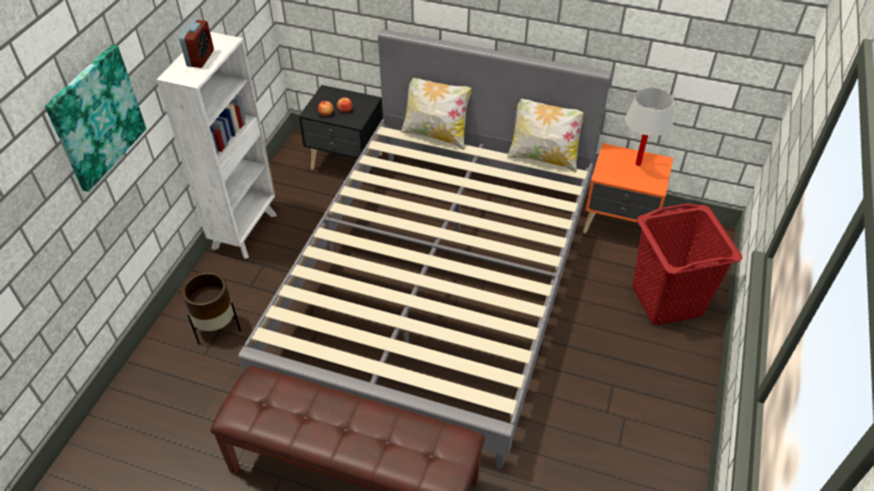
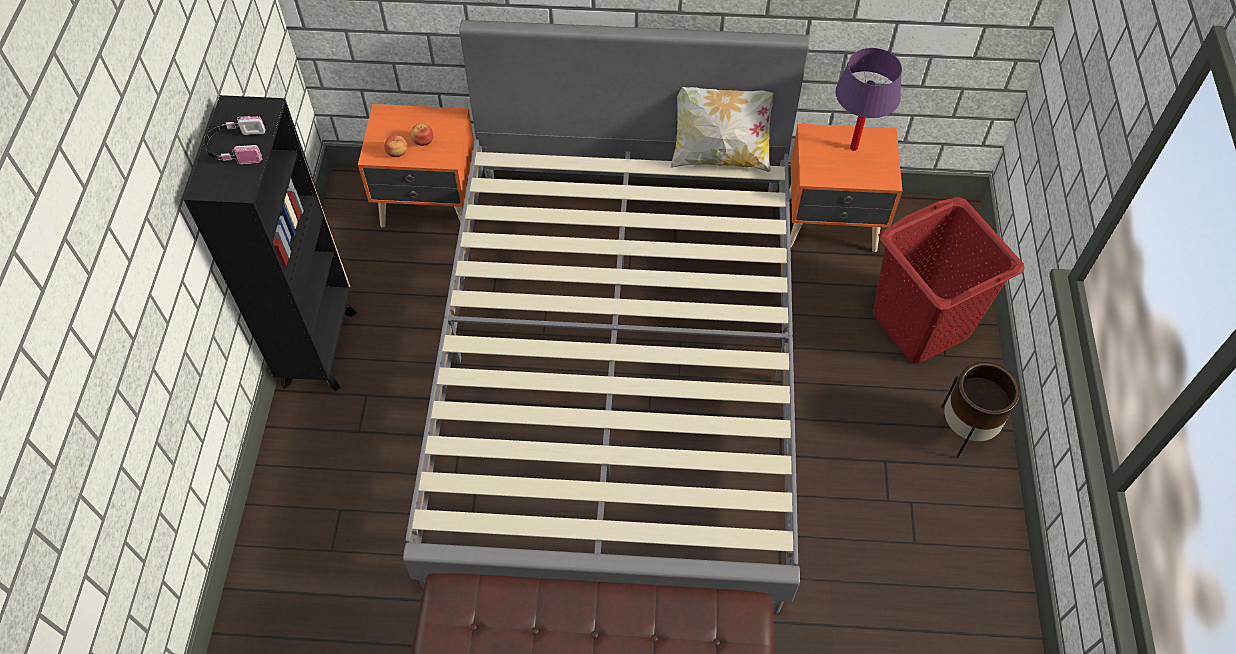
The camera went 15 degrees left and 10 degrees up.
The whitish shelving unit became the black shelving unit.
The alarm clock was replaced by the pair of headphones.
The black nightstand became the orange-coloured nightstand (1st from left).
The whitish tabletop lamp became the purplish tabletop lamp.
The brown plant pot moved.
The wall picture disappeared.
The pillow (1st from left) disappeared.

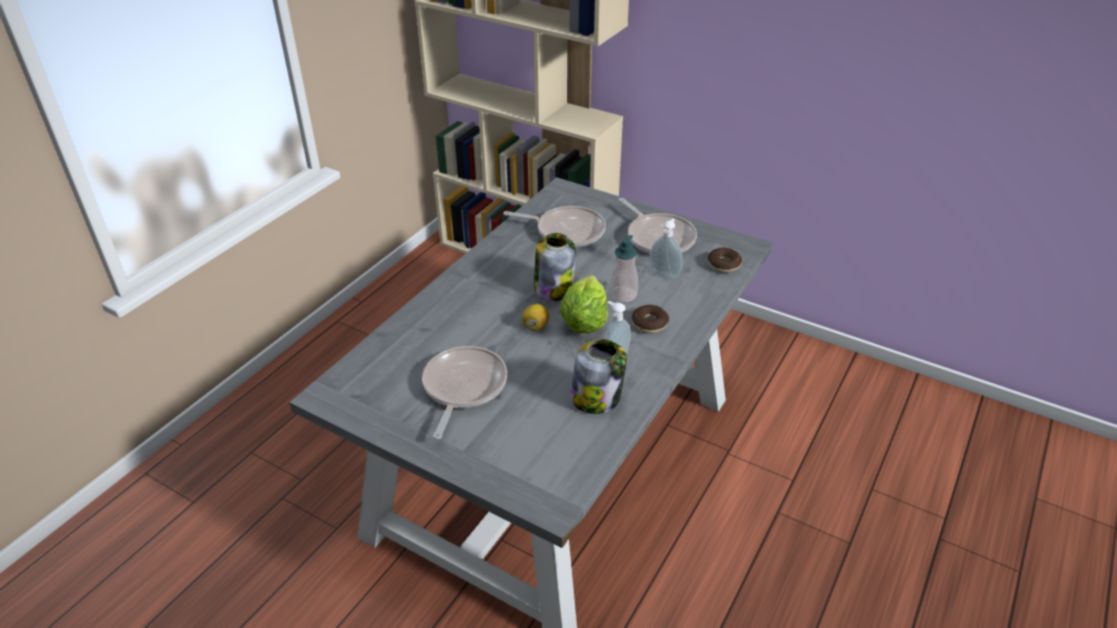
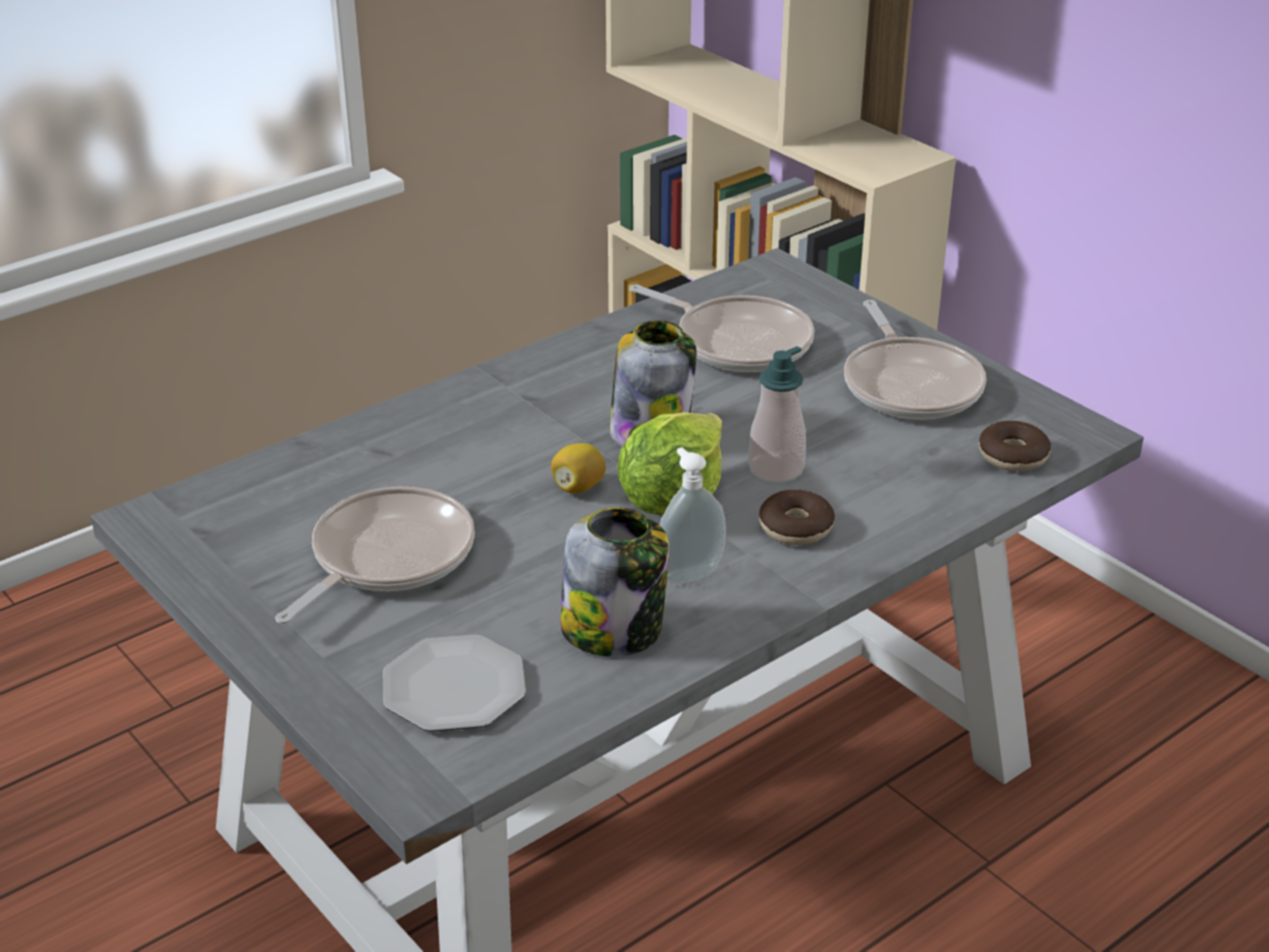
The camera went 20 degrees right and 5 degrees down.
The flat dish appeared.
The soap dispenser (3rd from left) disappeared.

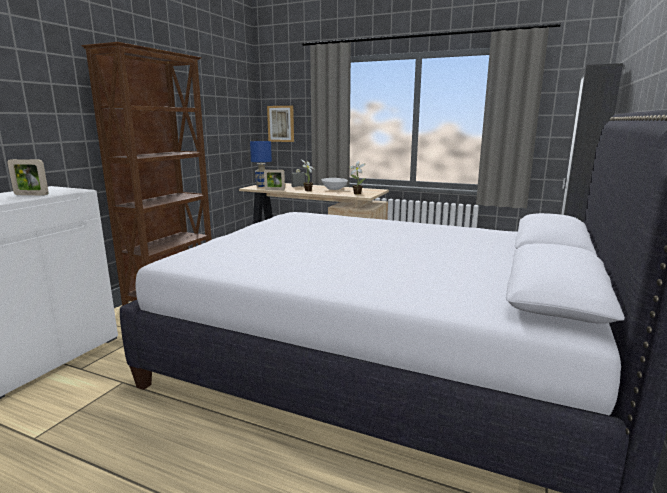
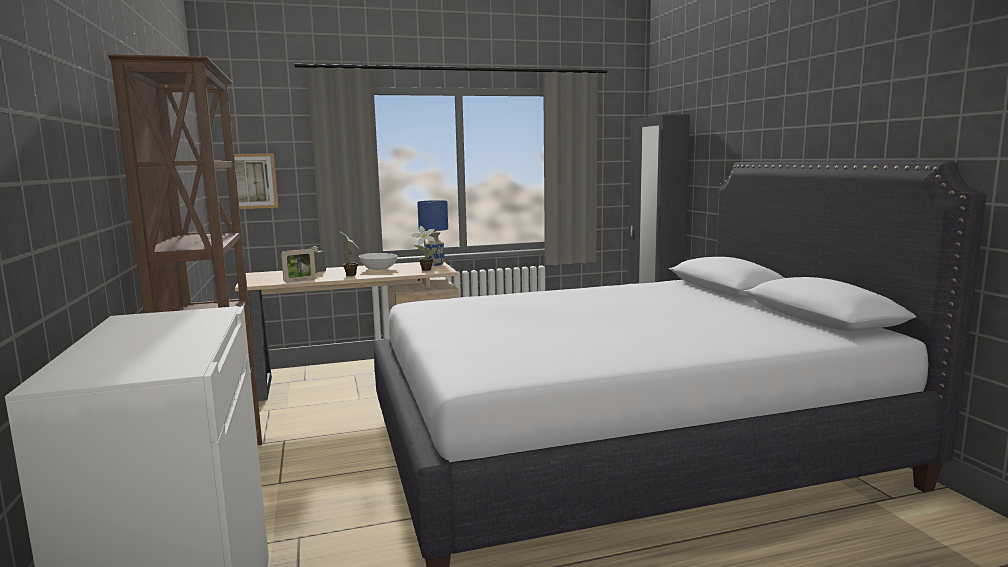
The camera went 40 degrees left and 5 degrees down.
The bluish tabletop lamp moved.
The picture frame (1st from left) disappeared.

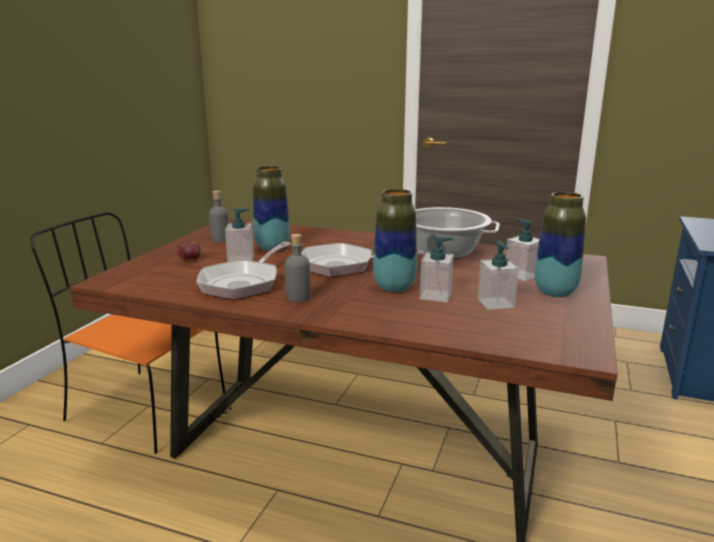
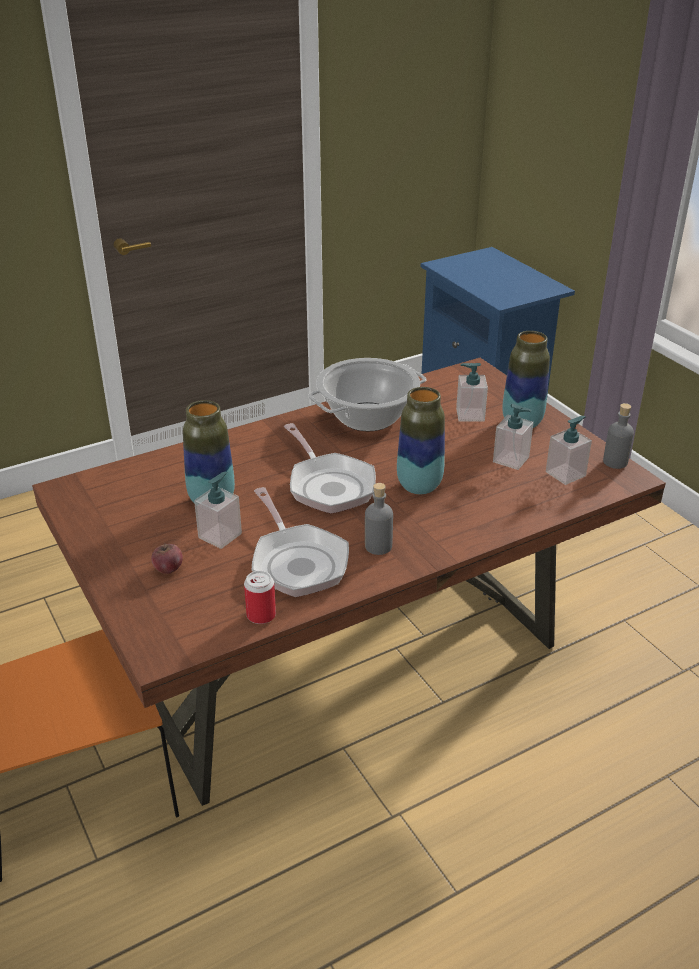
The camera went 50 degrees left and 15 degrees up.
The metal can appeared.
The skillet (2nd from left) turned 75 degrees counterclockwise.
The soap dispenser (2nd from left in the first image) moved.
The gray drink bottle (1st from left in the first image) moved.

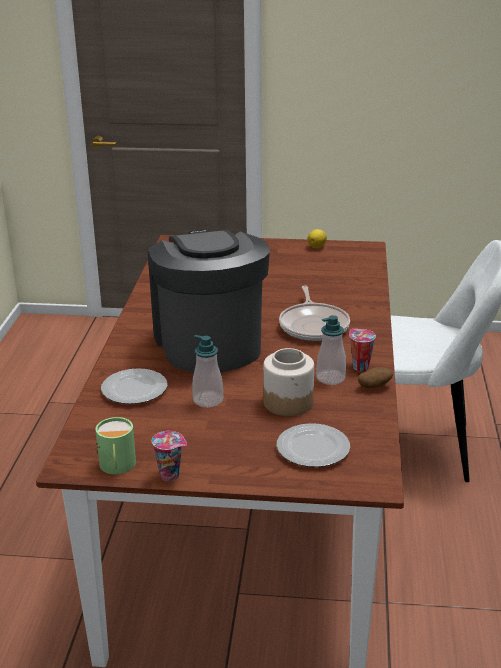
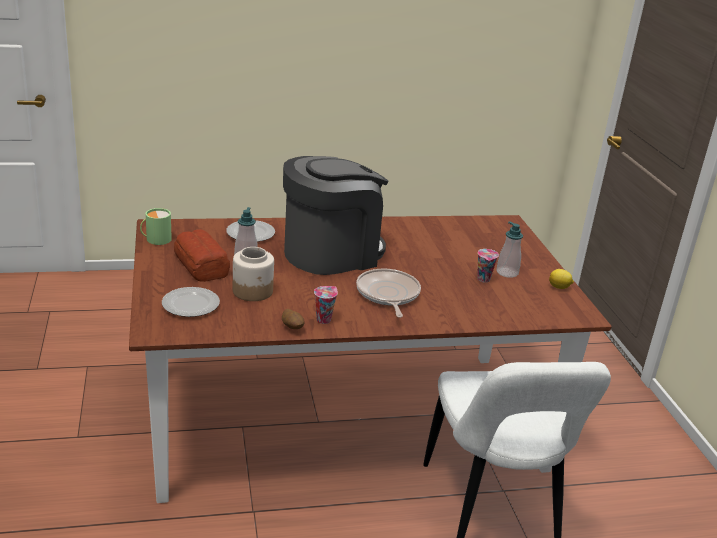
The camera went 70 degrees right and 0 degrees up.
The baked bread appeared.
The skillet turned 105 degrees clockwise.
The small cup (1st from left in the first image) moved.
The soap dispenser (2nd from left) moved.

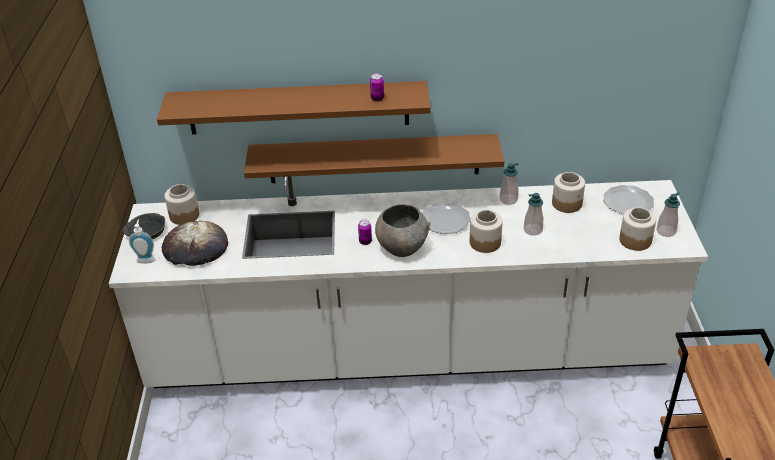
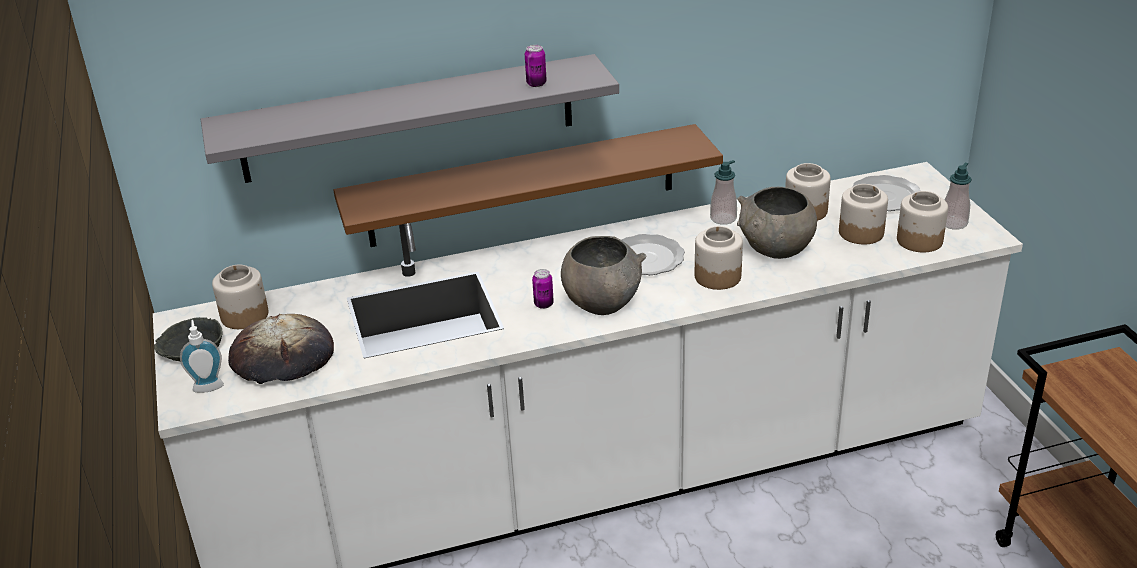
The camera went 15 degrees left and 5 degrees down.
The brown bracket shelf (1st from left) became the gray bracket shelf.
The soap dispenser (3rd from left) was replaced by the gray bowl (3rd from left).
The jar (4th from left) appeared.

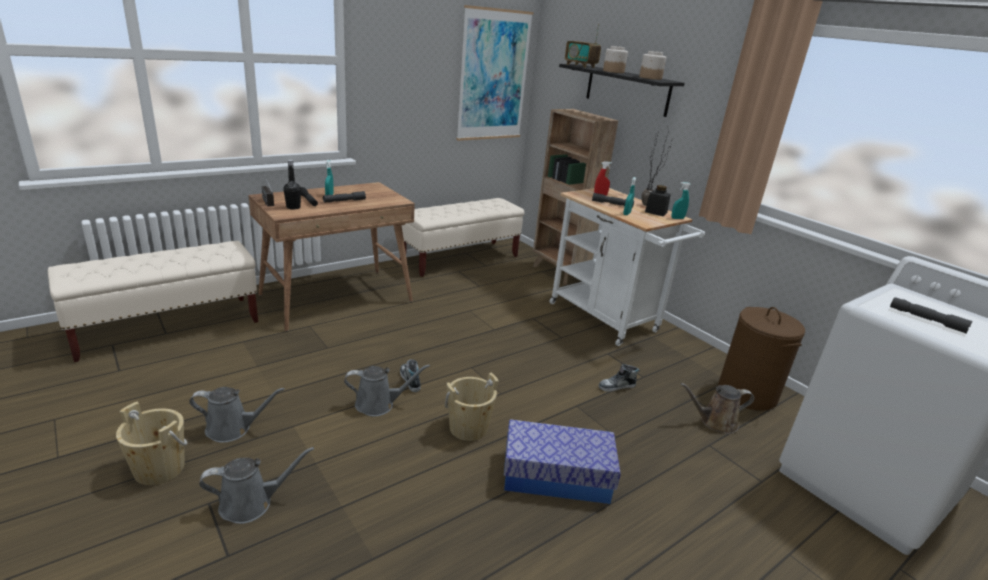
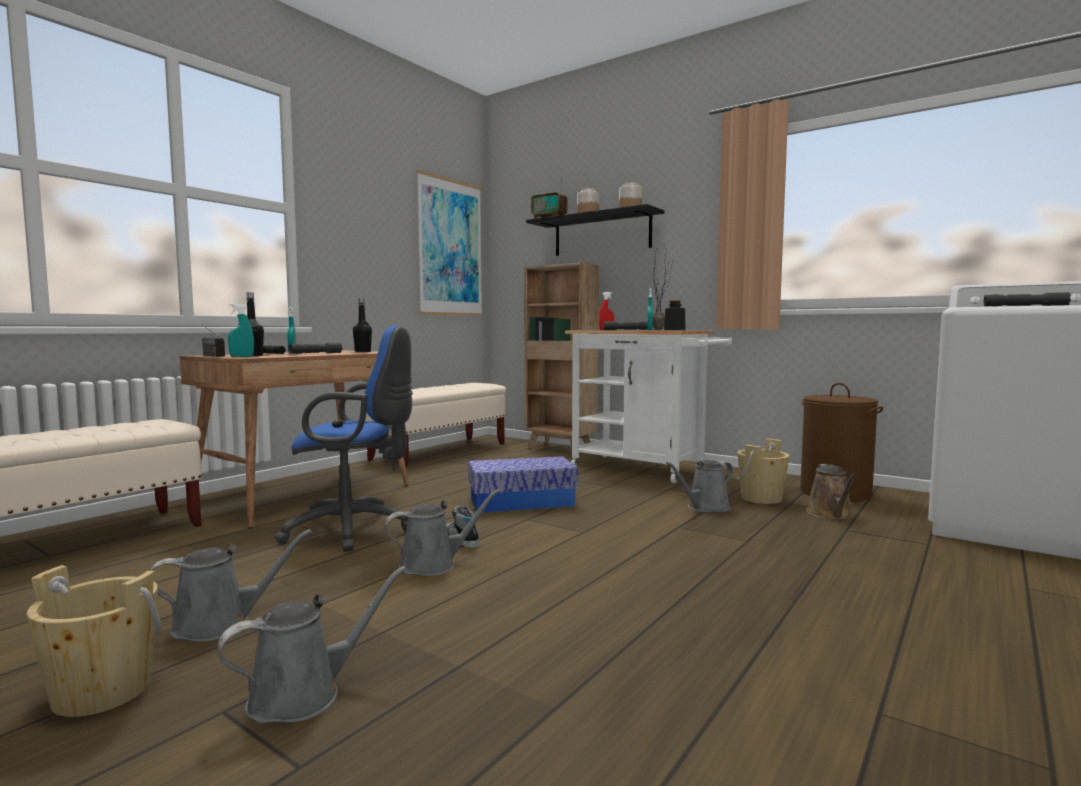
The camera went 15 degrees left and 20 degrees down.
The blue-green spray bottle (3rd from left in the first image) moved.
The bluish desk chair appeared.
The black drink bottle (2nd from left) appeared.
The storage box moved.
The low shoe (2nd from left) was replaced by the gray watering can (4th from left).
The beige-coloured pail (2nd from left) moved.
The brown watering can turned 60 degrees counterclockwise.

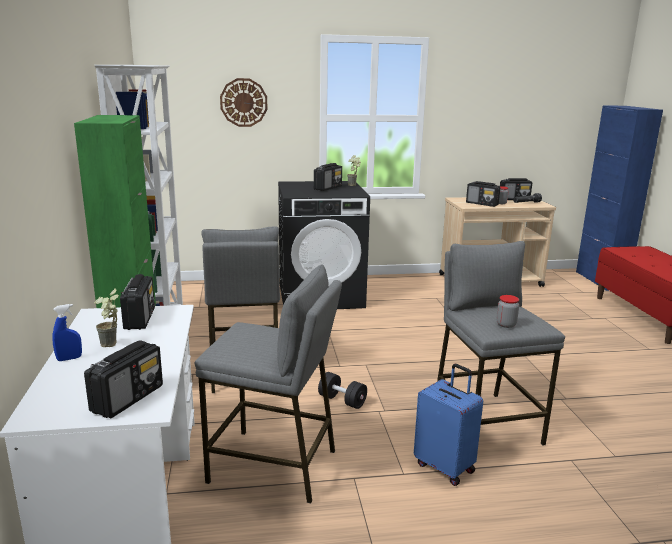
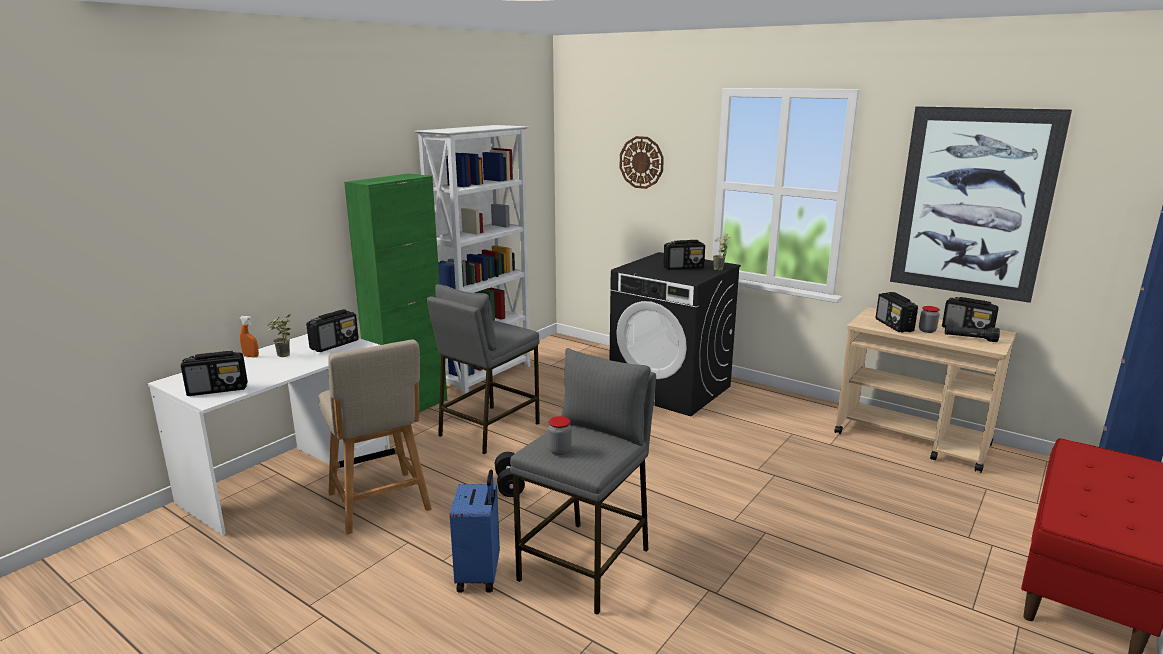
The camera went 45 degrees right and 0 degrees up.
The bluish spray bottle became the orange-coloured spray bottle.
The gray sitting stool (2nd from left) was replaced by the beige-coloured chair.
The wall picture appeared.

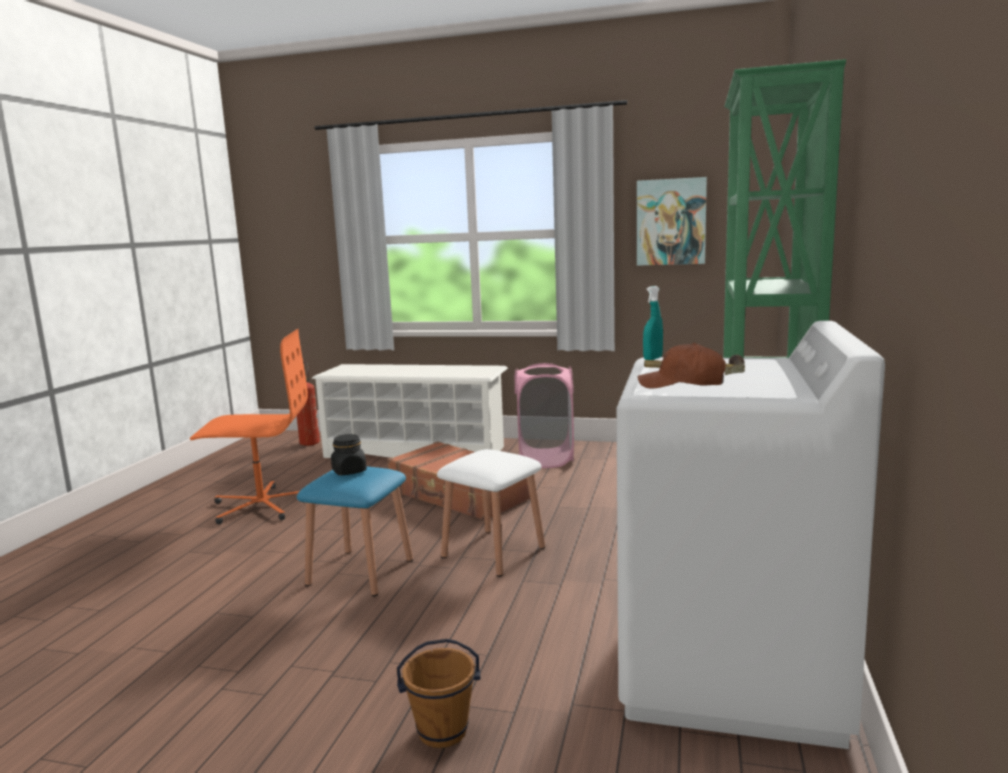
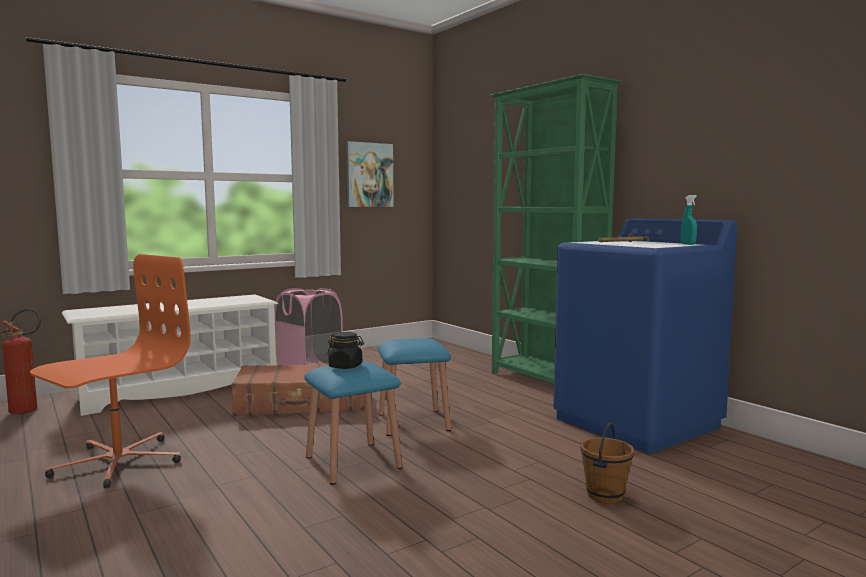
The camera went 50 degrees left and 5 degrees down.
The whitish sitting stool became the bluish sitting stool (2nd from left).
The whitish laundry appliance became the bluish laundry appliance.
The blue-green spray bottle moved.
The brown baseball cap disappeared.

